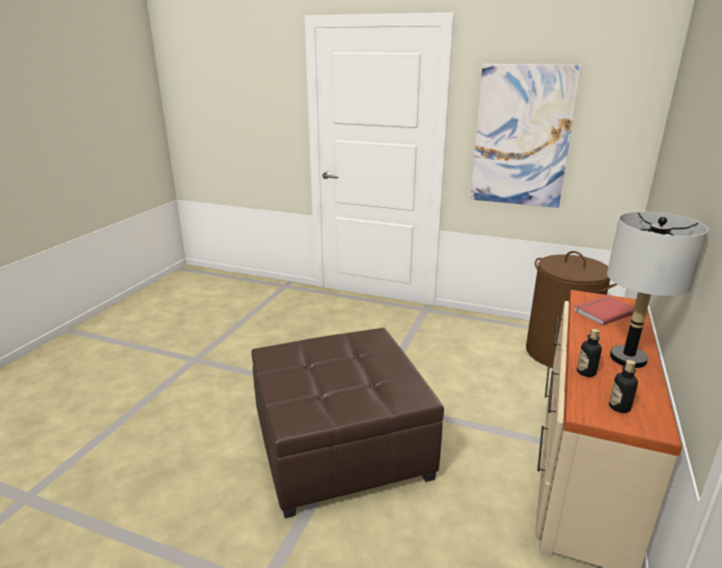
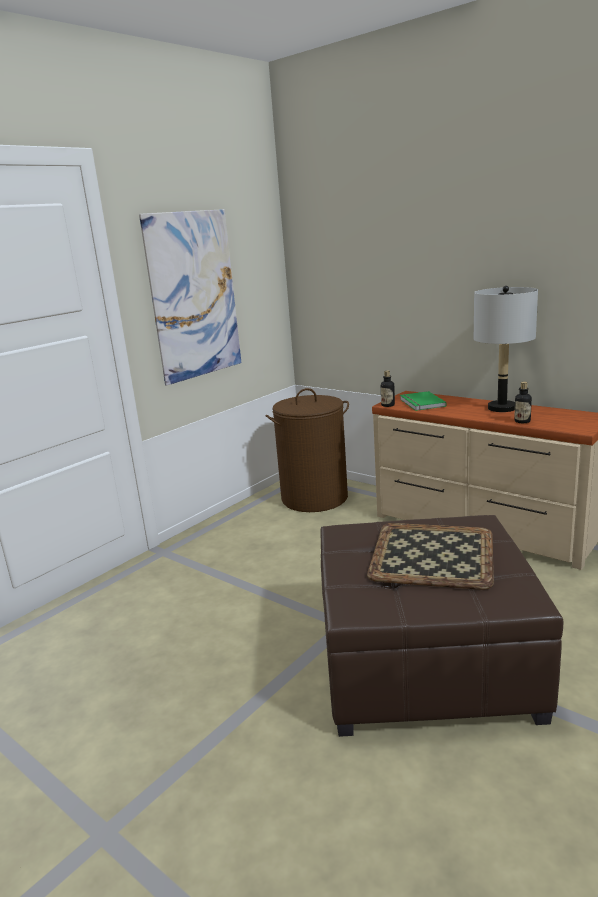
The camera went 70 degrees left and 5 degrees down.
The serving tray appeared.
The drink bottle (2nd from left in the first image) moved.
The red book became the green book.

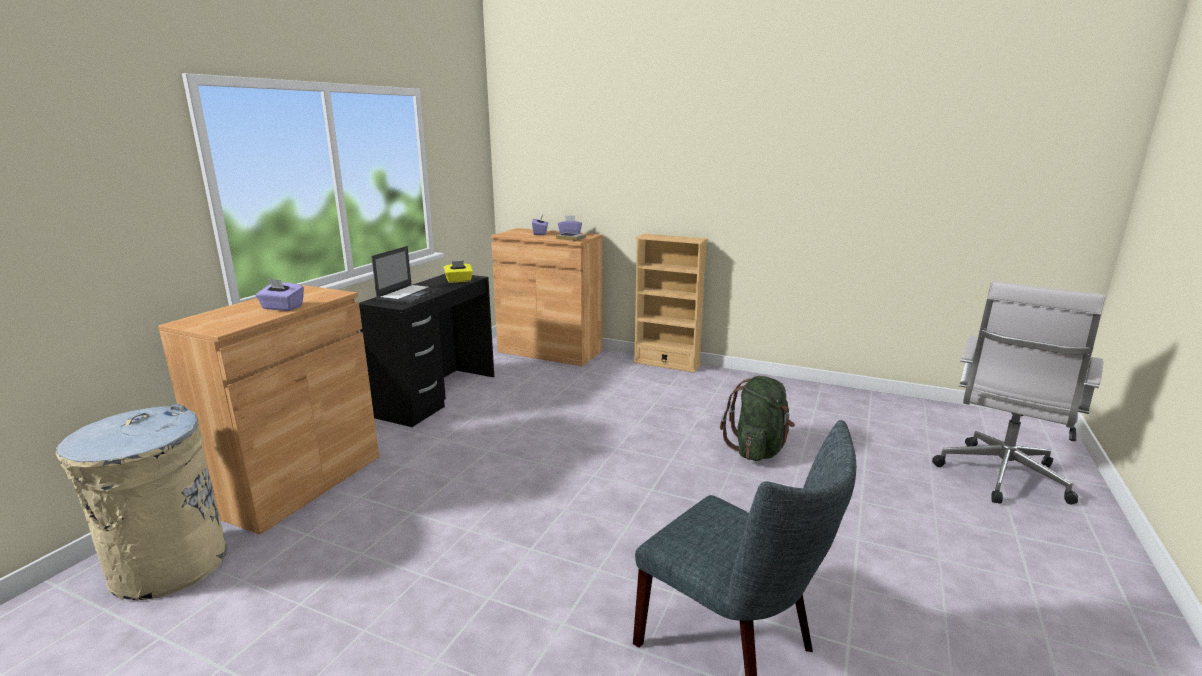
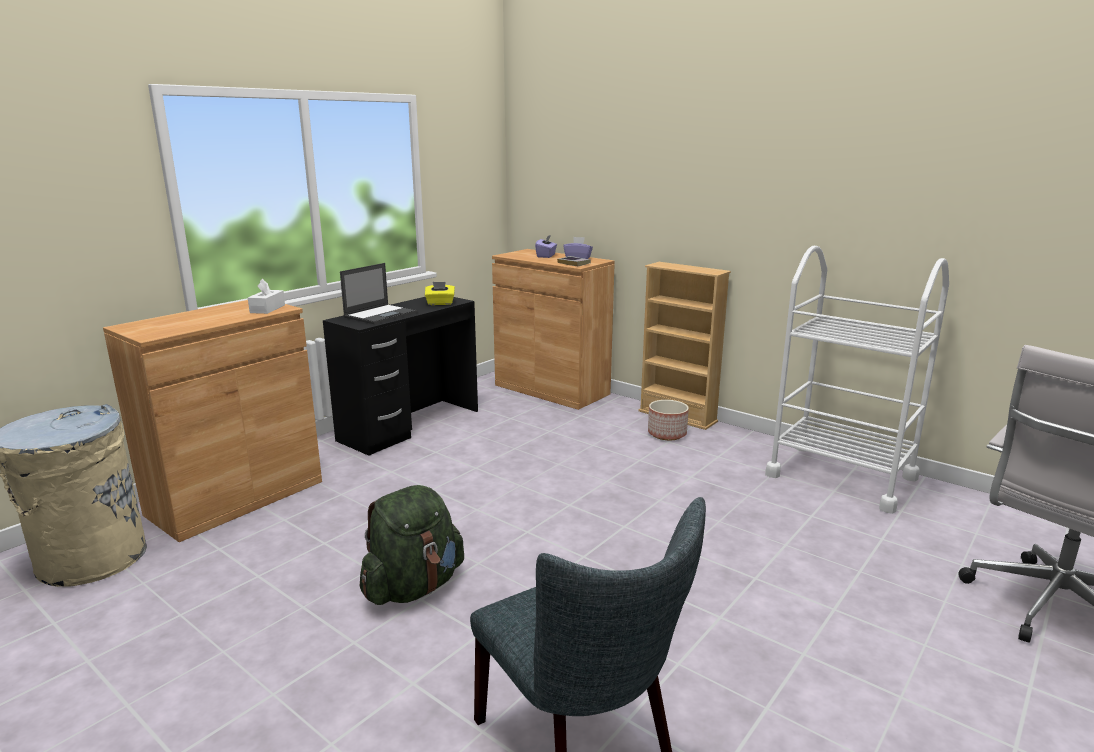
The camera went 15 degrees right and 0 degrees up.
The whitish box of tissues appeared.
The green rucksack moved.
The plant pot appeared.
The whitish cart appeared.
The purplish box of tissues (1st from left) disappeared.

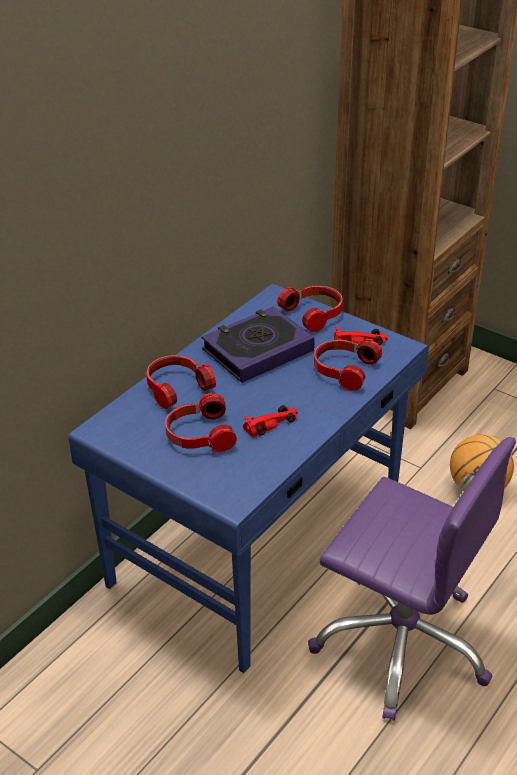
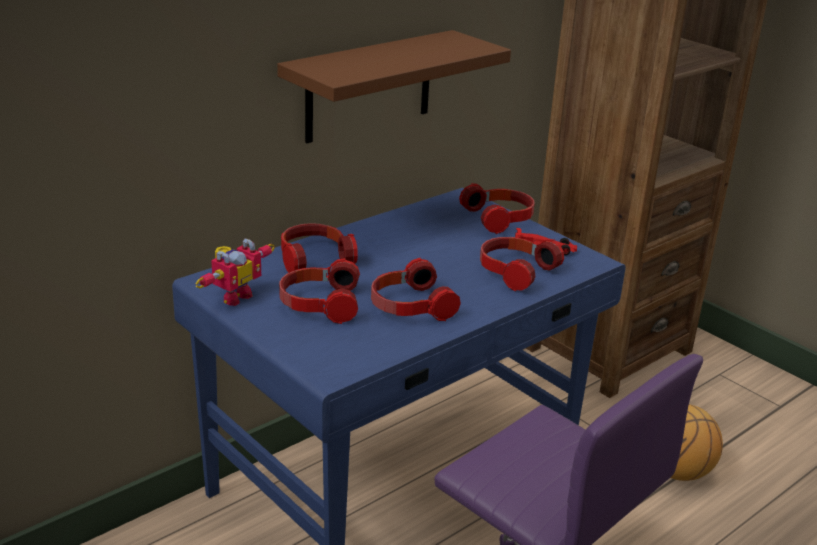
The camera went 10 degrees right and 10 degrees down.
The model robot appeared.
The brown bracket shelf appeared.
The red model car (1st from left) was replaced by the pair of headphones (3rd from left).
The book disappeared.

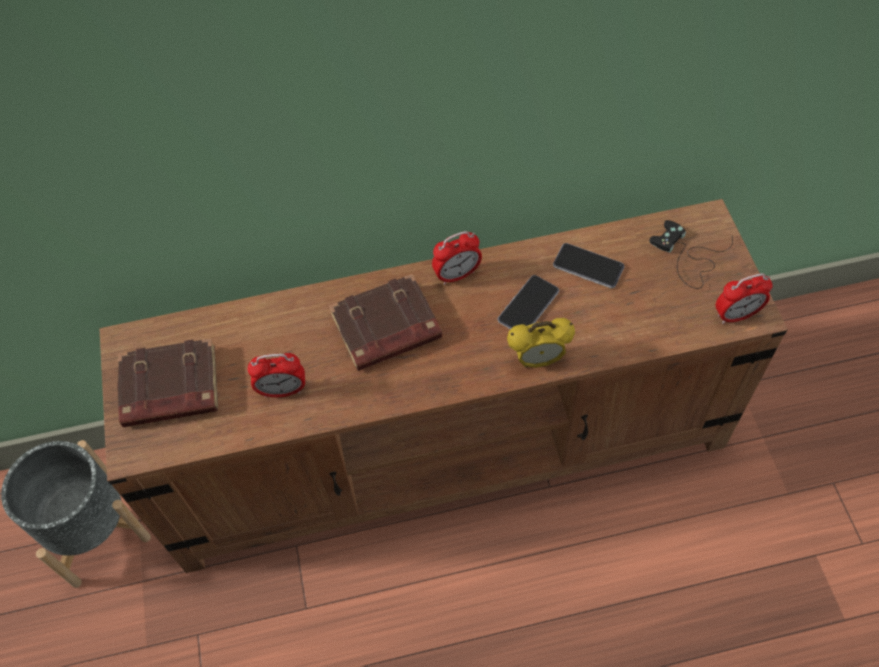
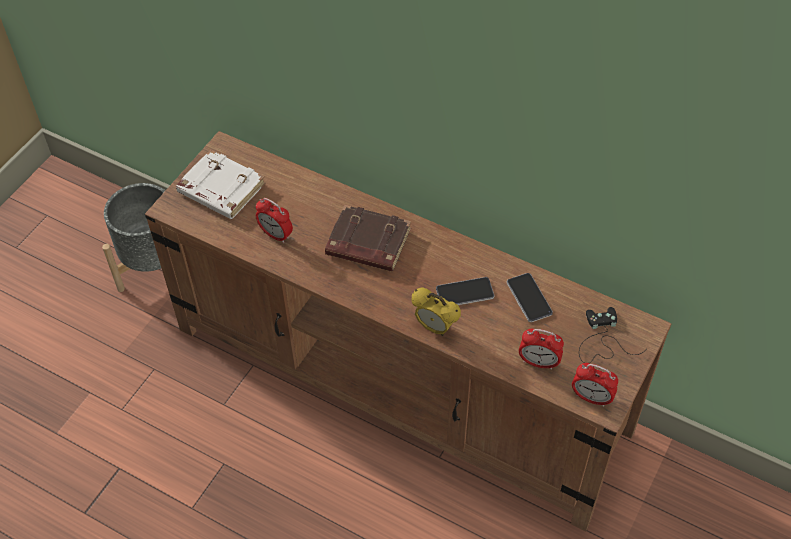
The camera went 40 degrees right and 5 degrees down.
The brown book (1st from left) became the whitish book.
The alarm clock (2nd from left in the first image) moved.

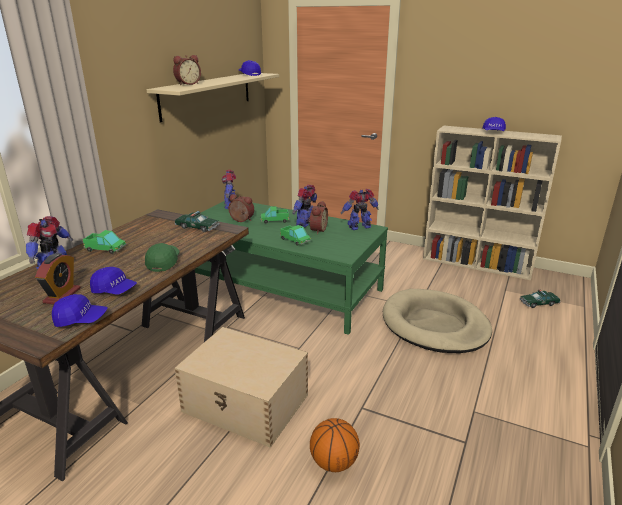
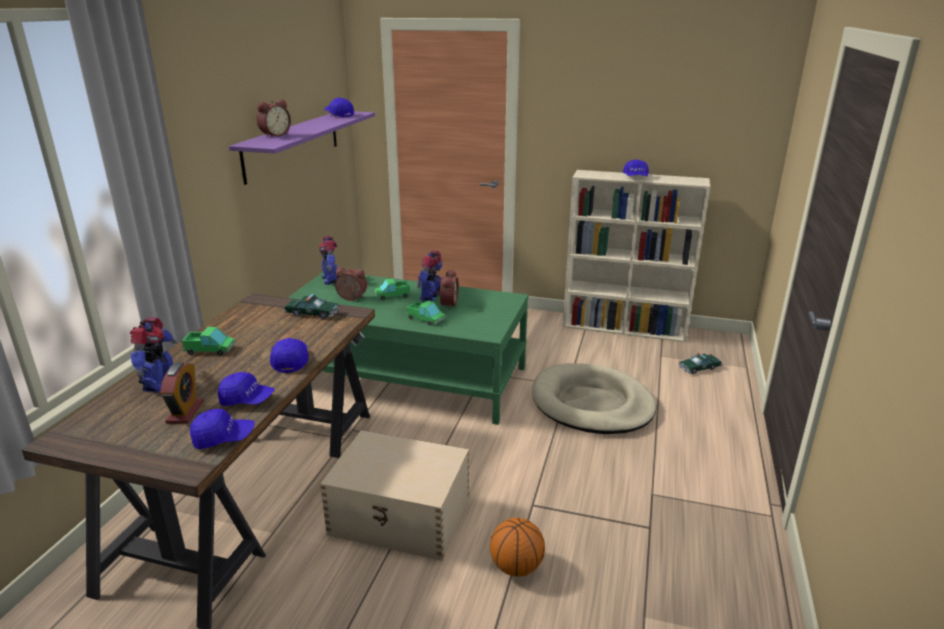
The camera went 10 degrees left and 0 degrees up.
The beige-coloured bracket shelf became the purplish bracket shelf.
The green baseball cap became the bluish baseball cap (3rd from left).
The model robot (4th from left) disappeared.

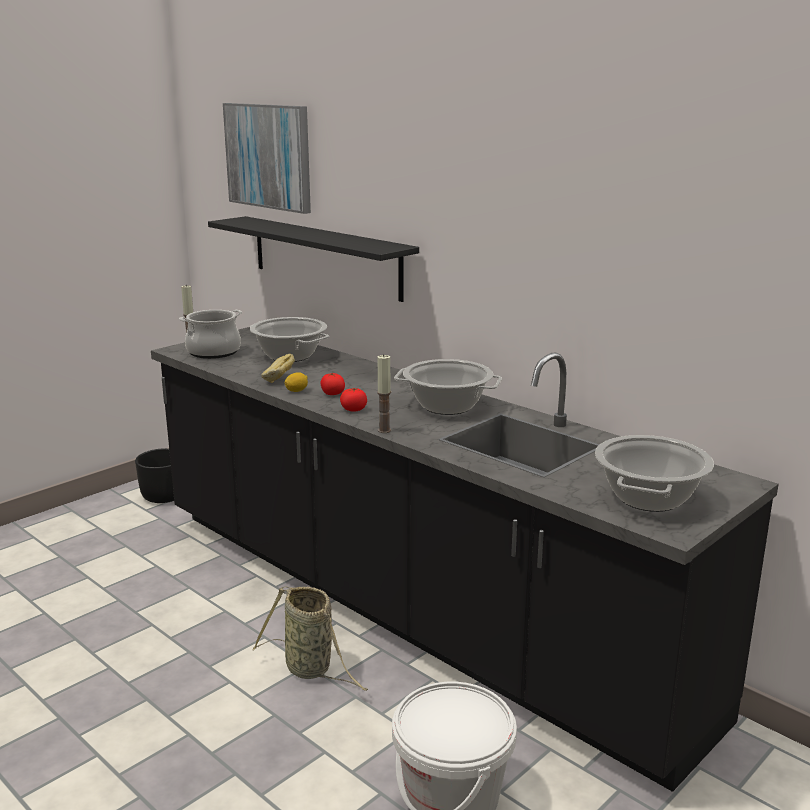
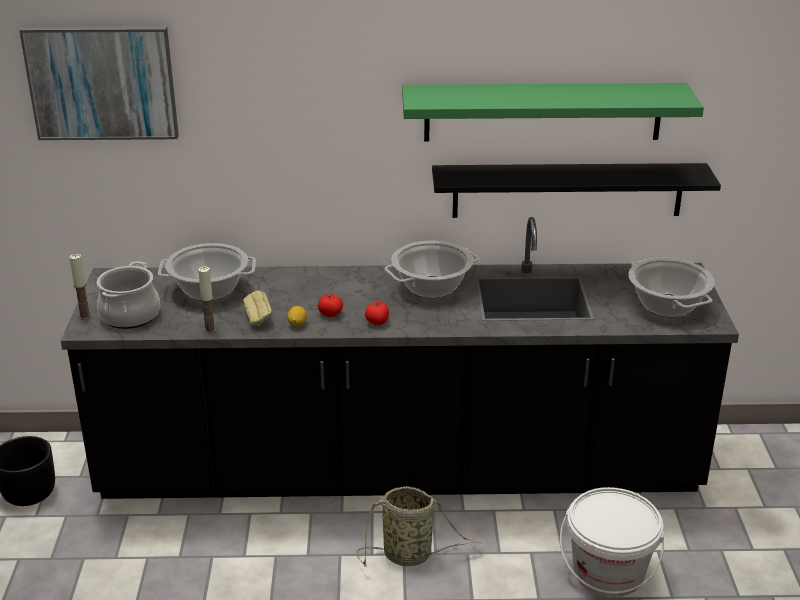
The camera went 45 degrees left and 10 degrees up.
The candle (2nd from left) moved.
The green bracket shelf appeared.
The black bracket shelf moved.

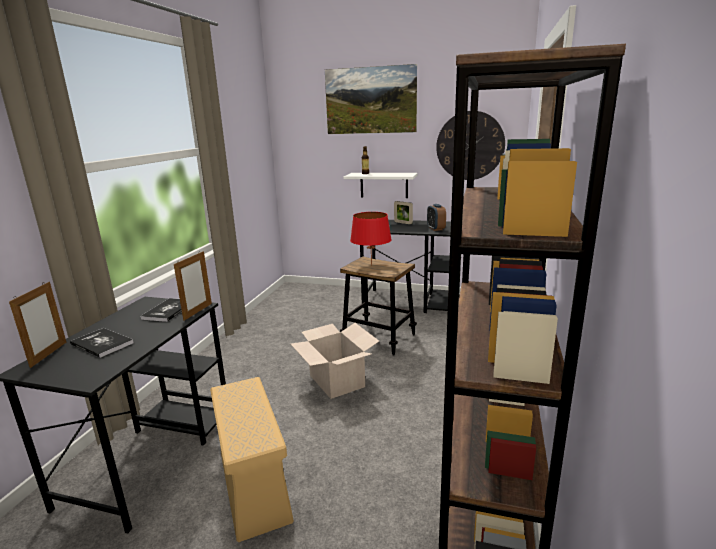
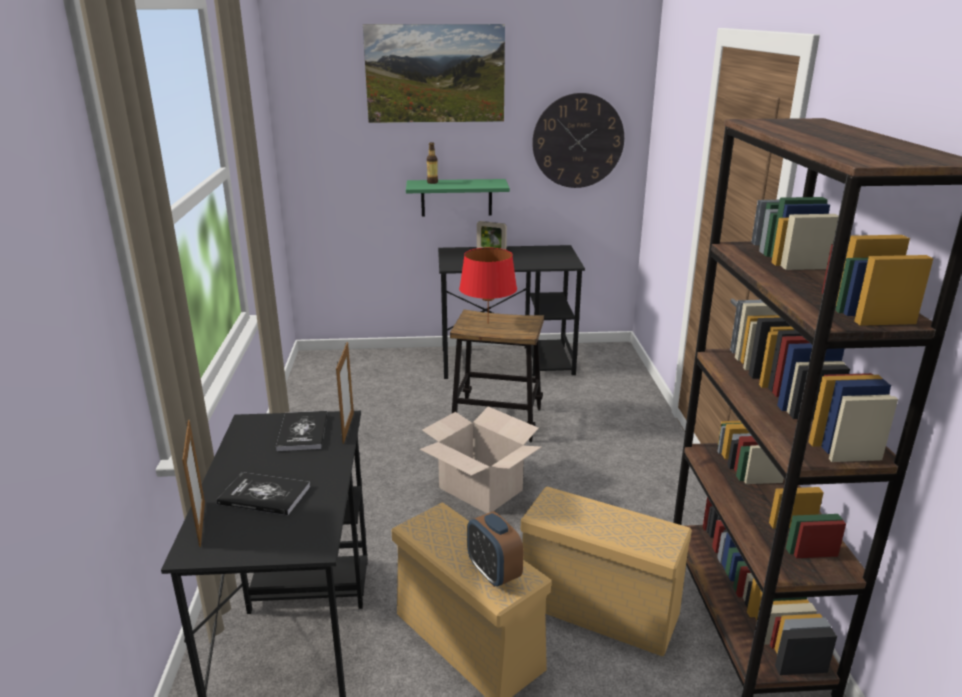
The camera went 20 degrees left and 5 degrees up.
The whitish bracket shelf became the green bracket shelf.
The alarm clock moved.
The beige-coloured storage box (2nd from left) appeared.

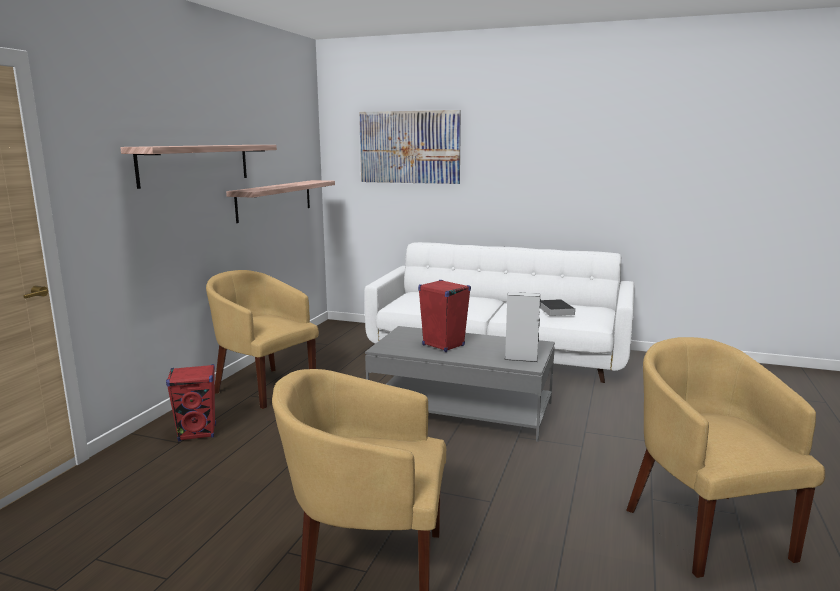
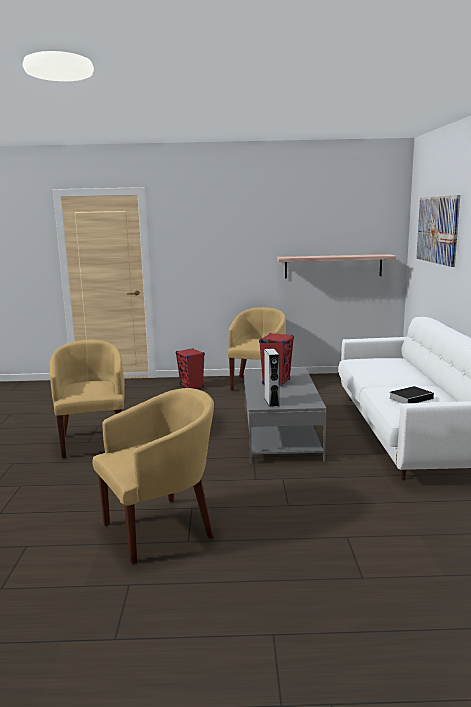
The camera went 70 degrees right and 0 degrees up.
The bracket shelf (1st from left) disappeared.

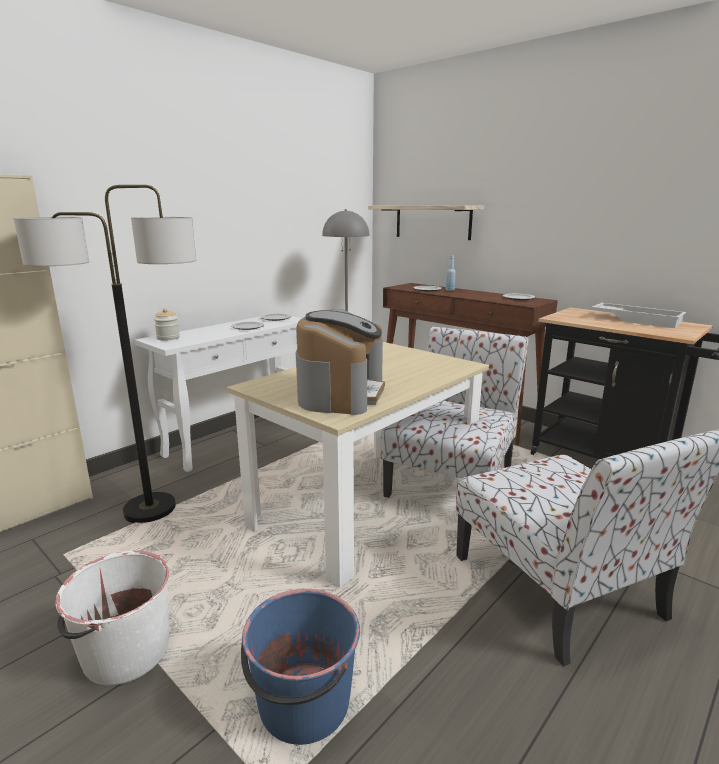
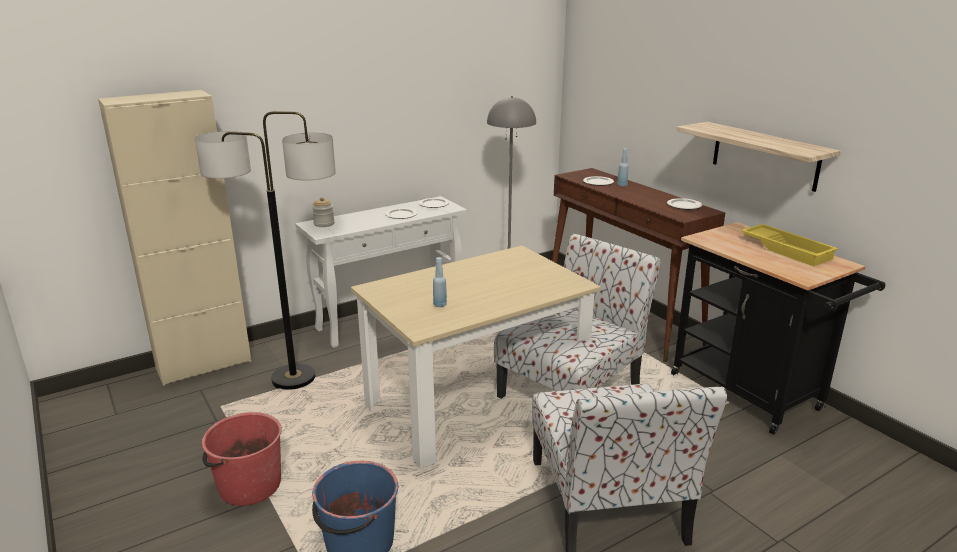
The camera went 15 degrees right and 5 degrees up.
The whitish pail became the red pail.
The coffee brewer was replaced by the bluish drink bottle (1st from left).
The bracket shelf moved.
The whitish serving tray became the yellow-coloured serving tray.

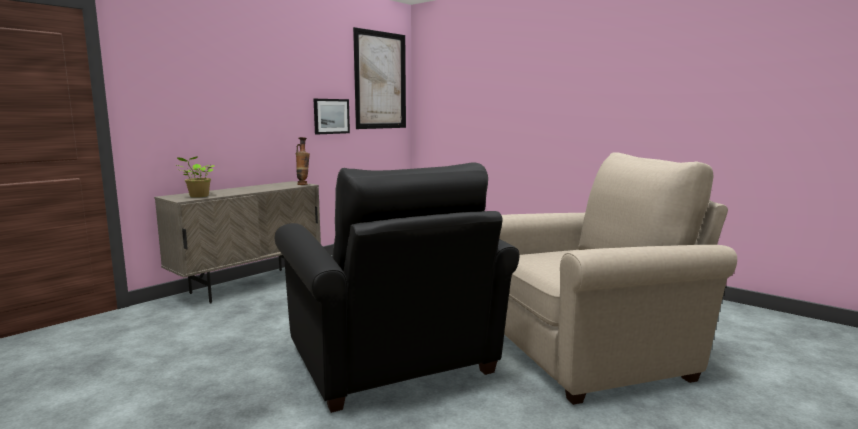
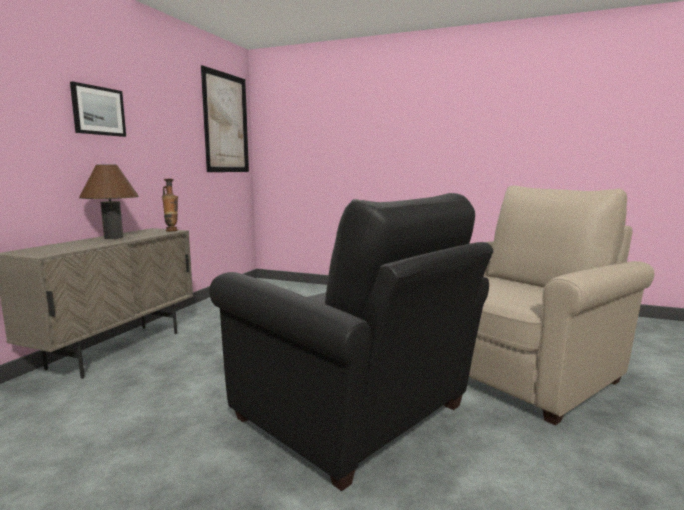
The camera went 20 degrees left and 0 degrees up.
The wall picture (1st from left) moved.
The brown tabletop lamp appeared.
The potted plant disappeared.

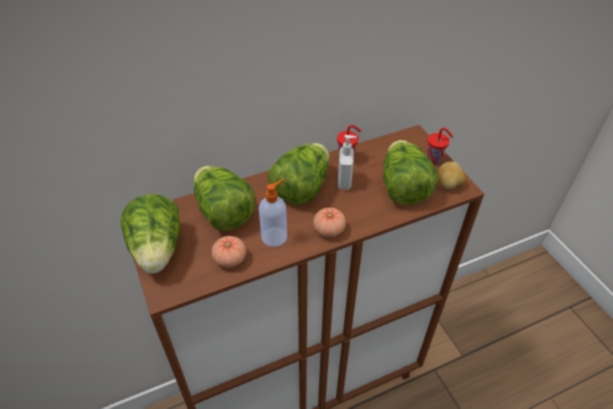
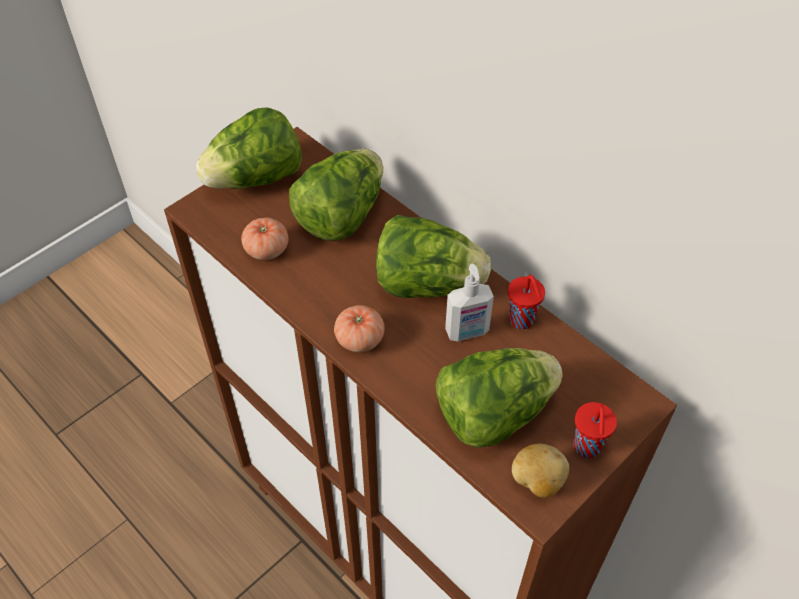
The camera went 70 degrees right and 5 degrees up.
The soap dispenser (1st from left) disappeared.

